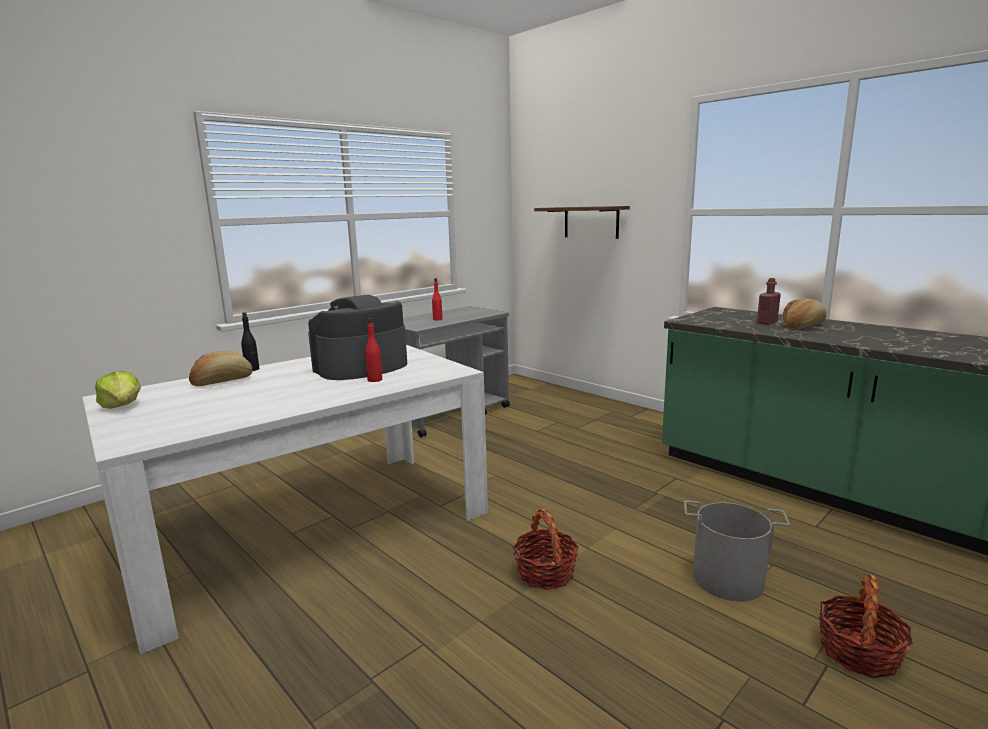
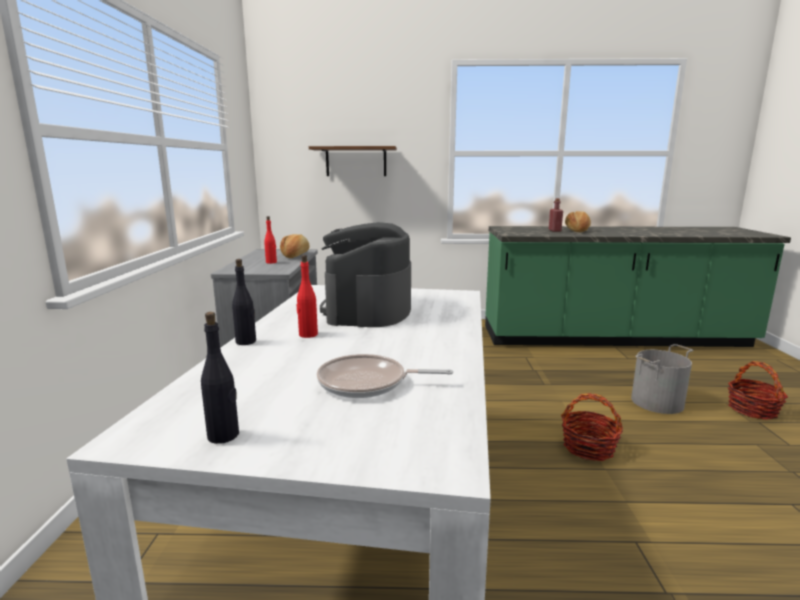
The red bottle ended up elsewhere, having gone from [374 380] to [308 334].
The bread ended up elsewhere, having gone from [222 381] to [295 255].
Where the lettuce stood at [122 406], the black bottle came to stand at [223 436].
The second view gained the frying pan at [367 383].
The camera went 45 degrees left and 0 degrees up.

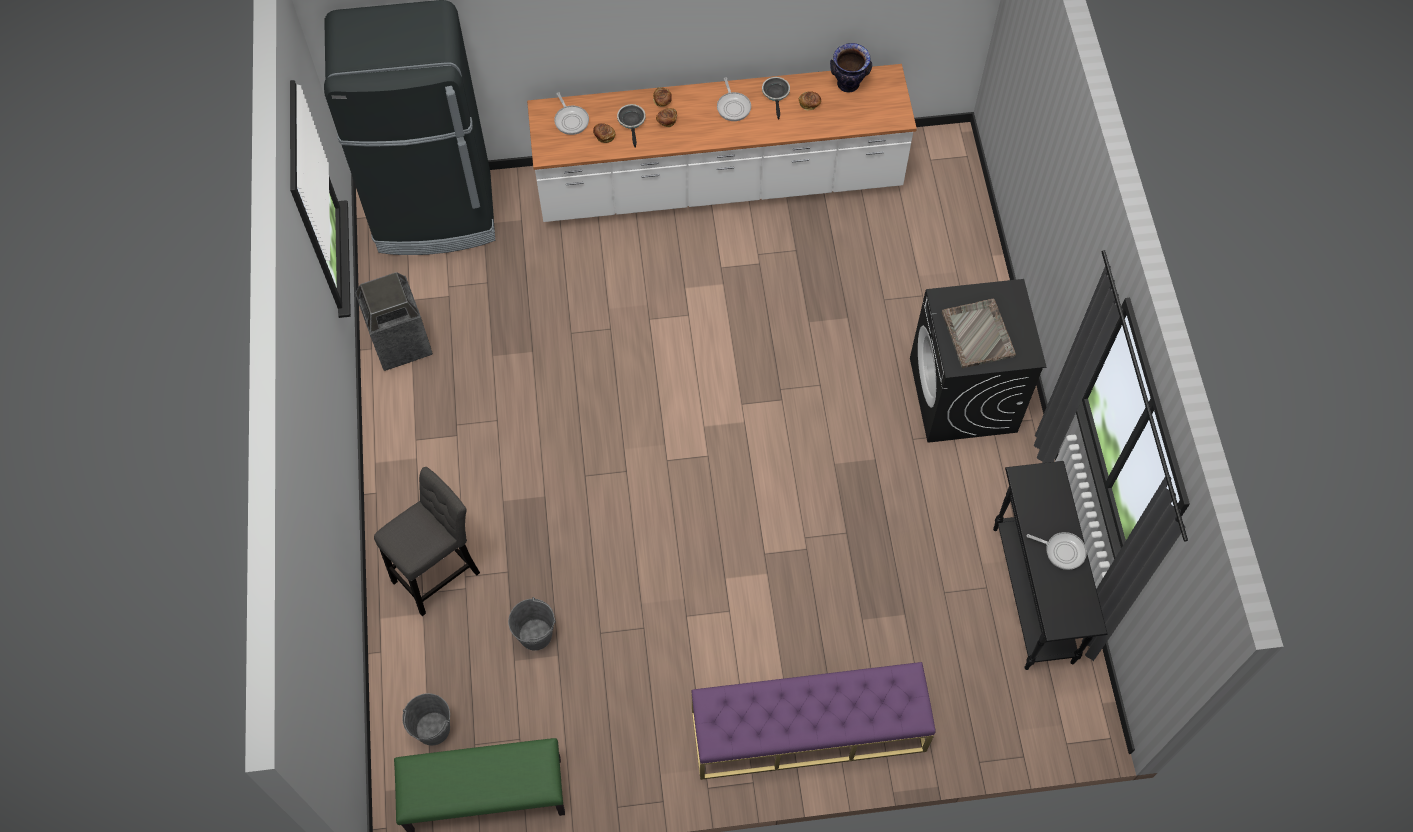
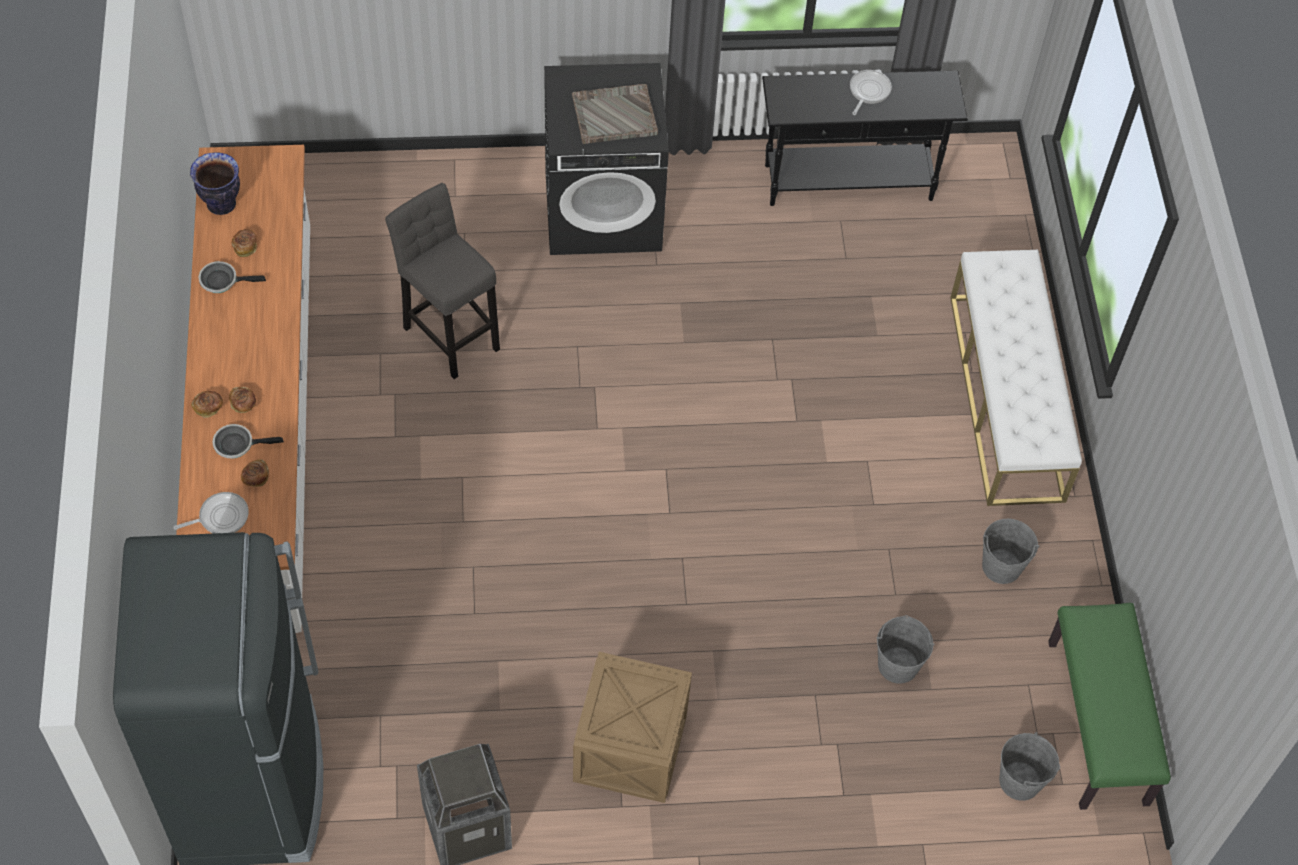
The second view lost the frying pan at [733 106].
The grey stool ended up elsewhere, having gone from [439 573] to [449 334].
What was the purple bench at [808 731] turned into the white bench at [1006 397].
The second view gained the grey bucket at [1001 566].
The second view gained the crate at [631 745].
The camera went 90 degrees left and 5 degrees down.

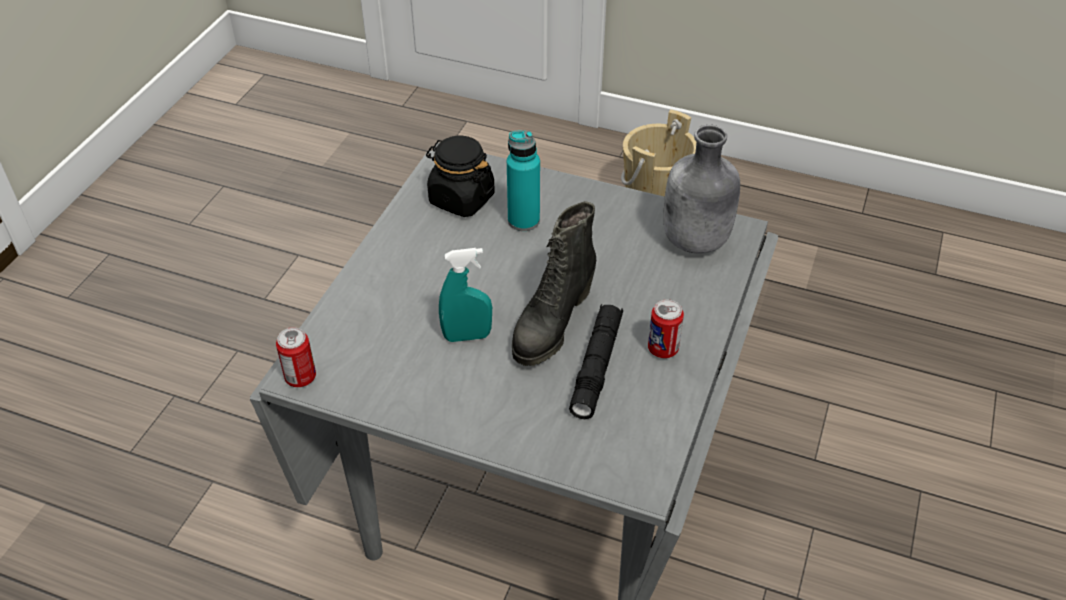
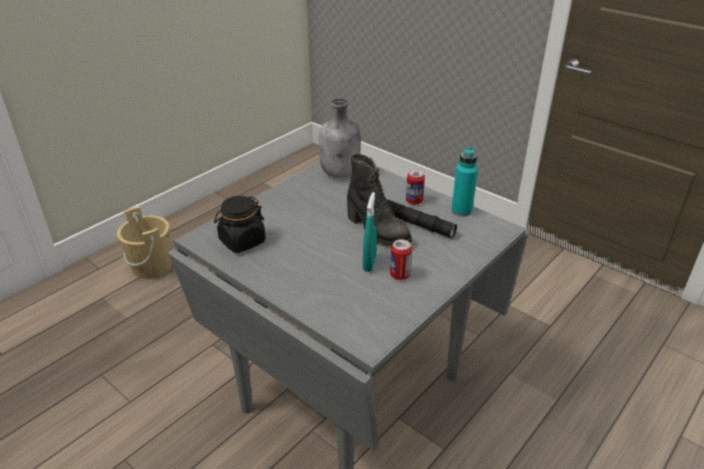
The turquoise bottle ended up elsewhere, having gone from [523 221] to [461 211].
The can ended up elsewhere, having gone from [300 377] to [400 275].
The camera went 70 degrees left and 10 degrees down.

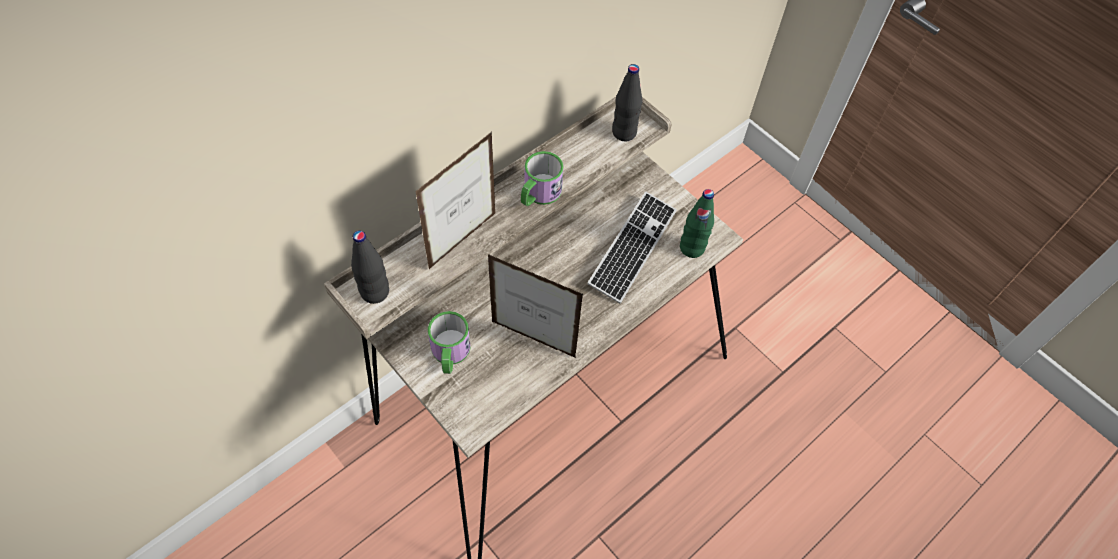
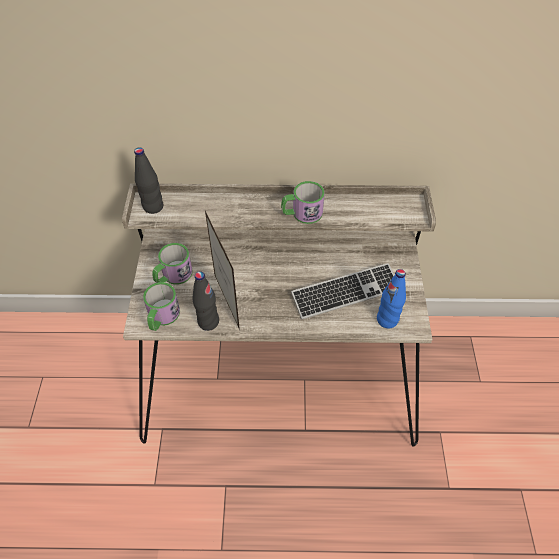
The black bottle ended up elsewhere, having gone from [624 132] to [208 322].
The second view lost the picture frame at [463 240].
What was the green bottle at [692 248] turned into the blue bottle at [387 320].
The second view gained the mug at [162 317].
The camera went 45 degrees right and 5 degrees down.

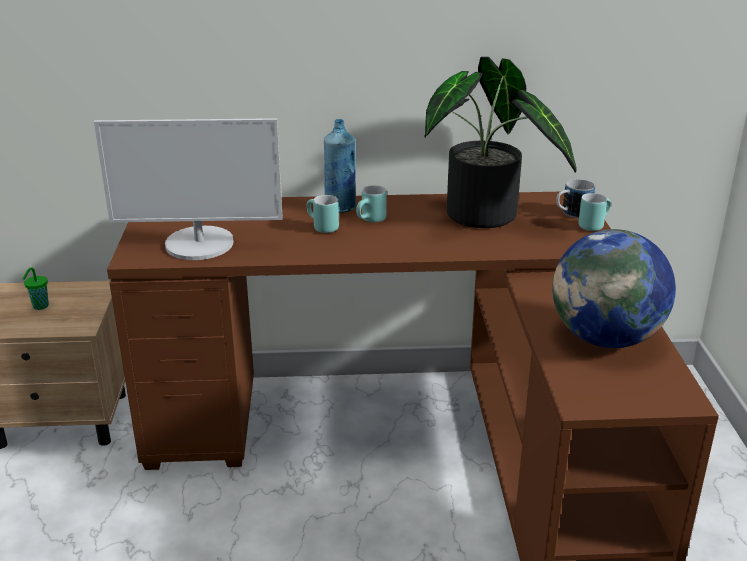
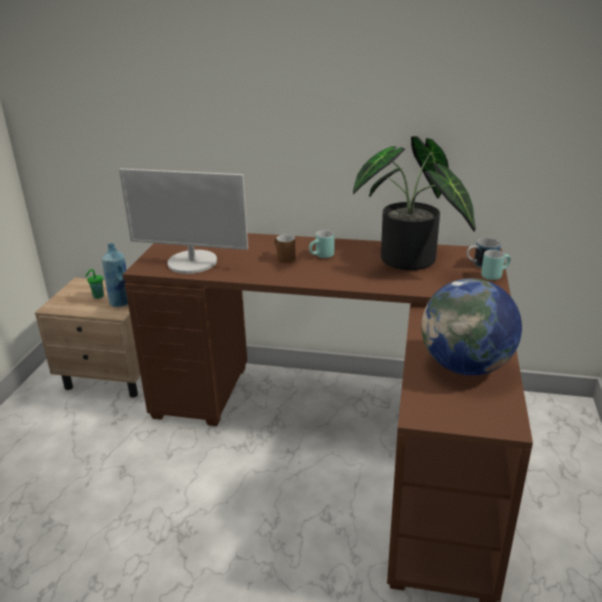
The blue bottle ended up elsewhere, having gone from [340 208] to [121 303].
What was the turquoise mug at [320 227] turned into the brown mug at [282 258].
The camera went 15 degrees right and 0 degrees up.

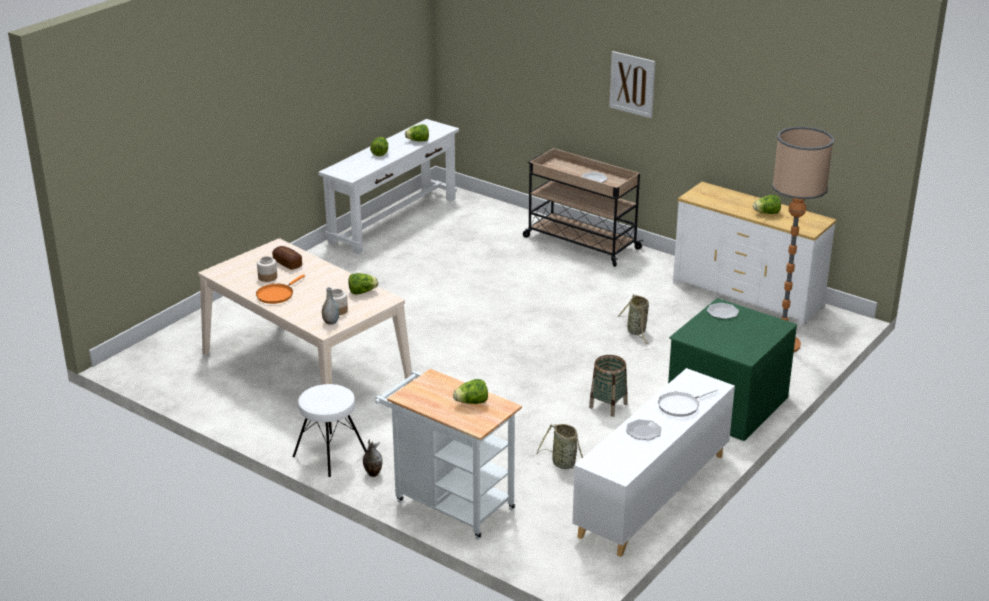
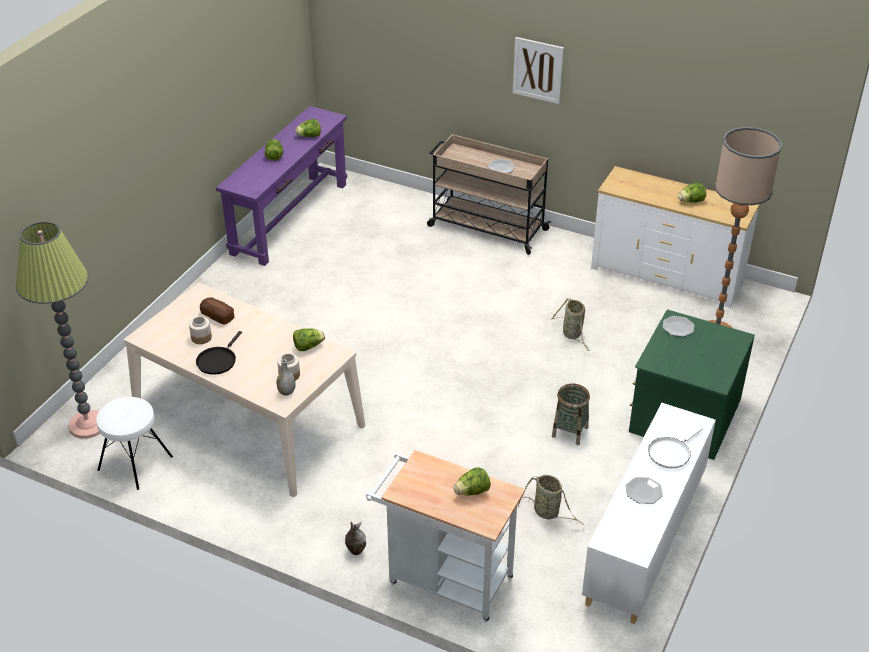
What was the white console table at [393 220] turned into the purple console table at [290 218].
What was the orange frying pan at [276 295] turned into the black frying pan at [217 361].
The white stool ended up elsewhere, having gone from [329 454] to [134 463].
The second view gained the floor lamp at [88 425].
The camera went 10 degrees left and 10 degrees up.

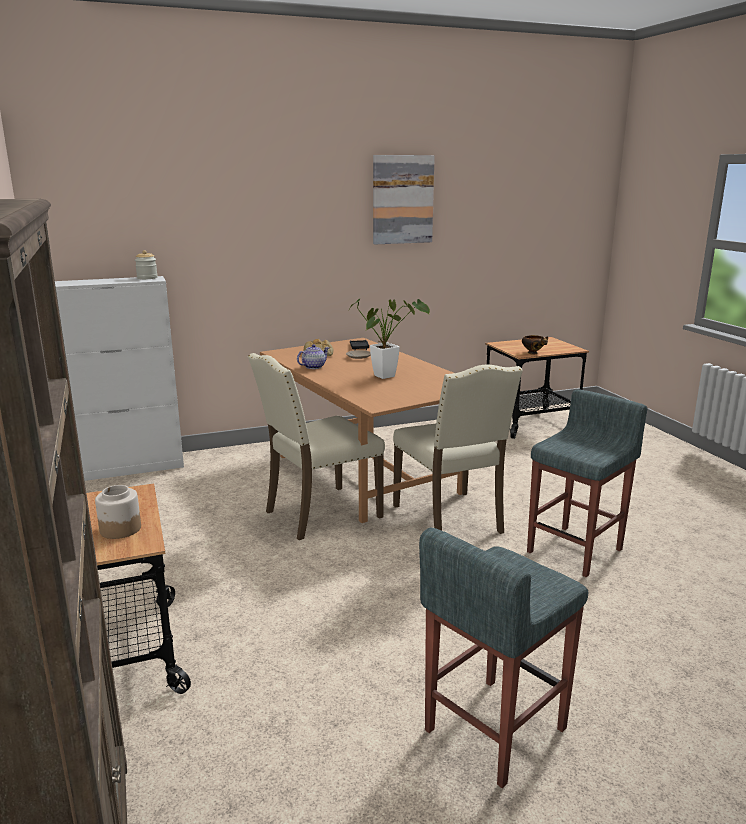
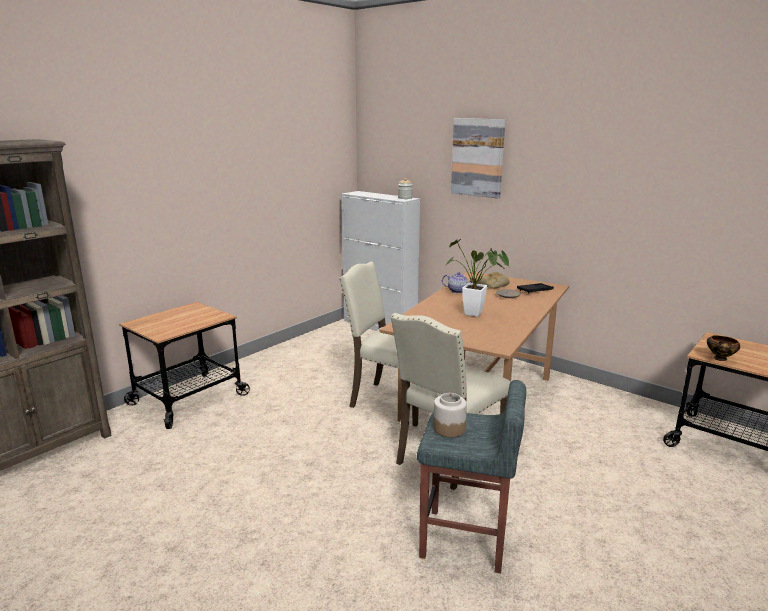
The picture ended up elsewhere, having gone from [402 199] to [478 157].
The jar ended up elsewhere, having gone from [120 529] to [449 428].
The second view lost the grey stool at [493 730].
The camera went 60 degrees right and 0 degrees up.

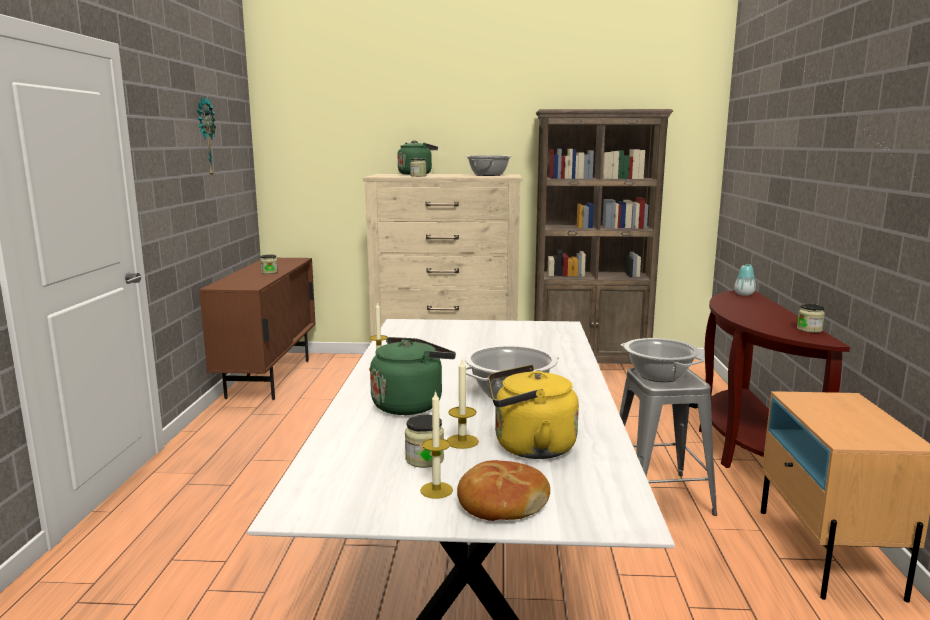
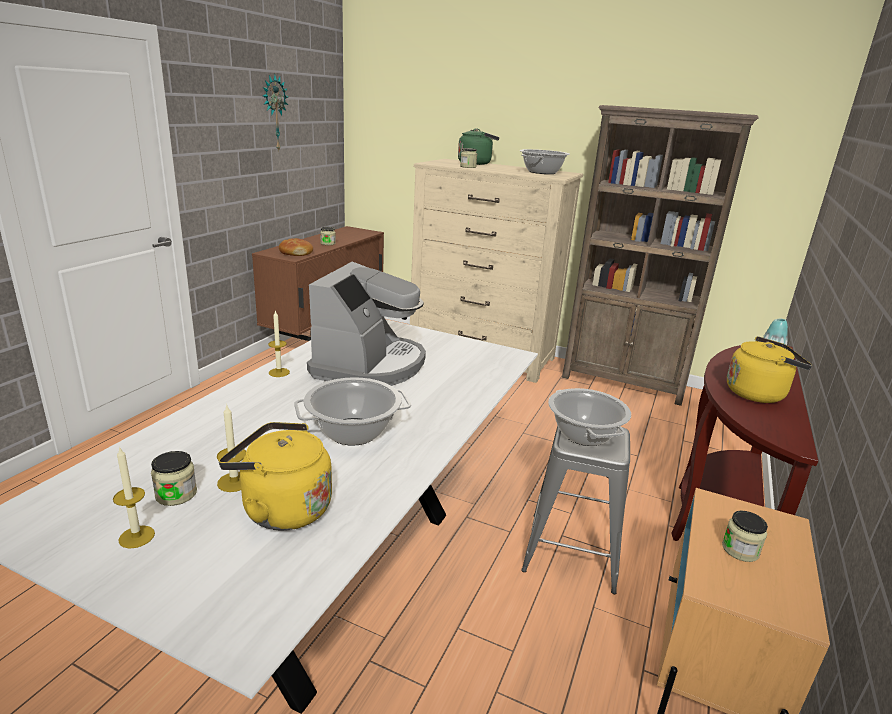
The jar ended up elsewhere, having gone from [809 329] to [740 550].
The second view lost the green kettle at [410 404].
The bread ended up elsewhere, having gone from [501 504] to [295 253].
The second view gained the coffee machine at [370 365].
The second view gained the yellow kettle at [758 393].
The camera went 20 degrees right and 10 degrees up.

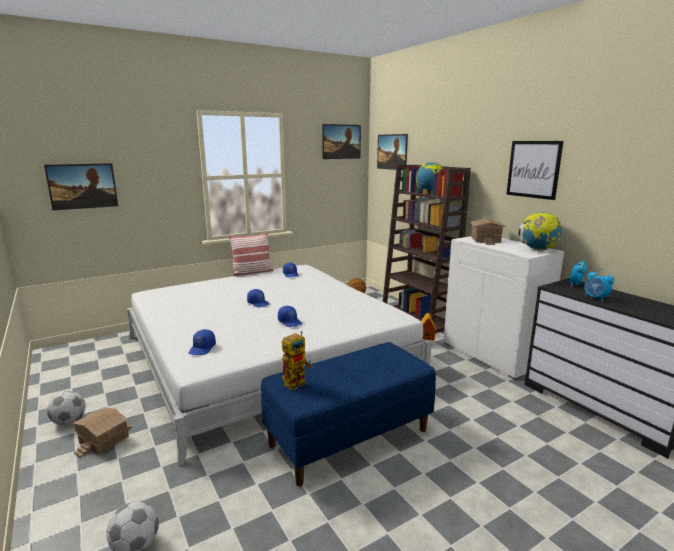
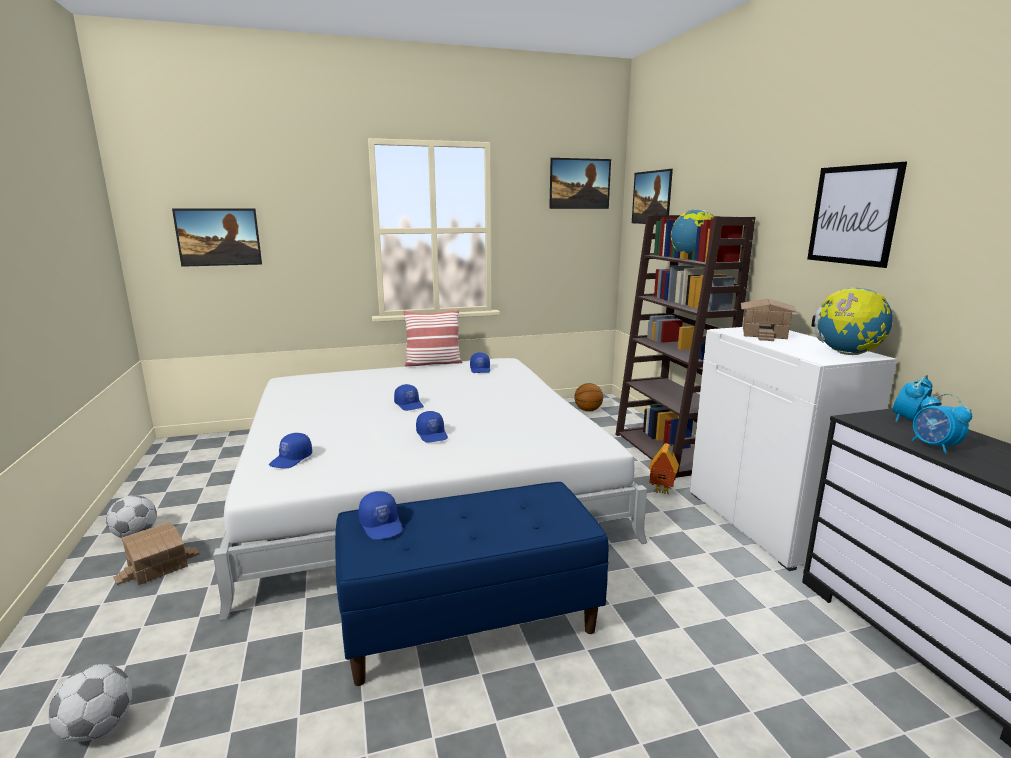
Where the toy robot stood at [297 382], the blue cap came to stand at [382 525].
The camera went 15 degrees right and 0 degrees up.

